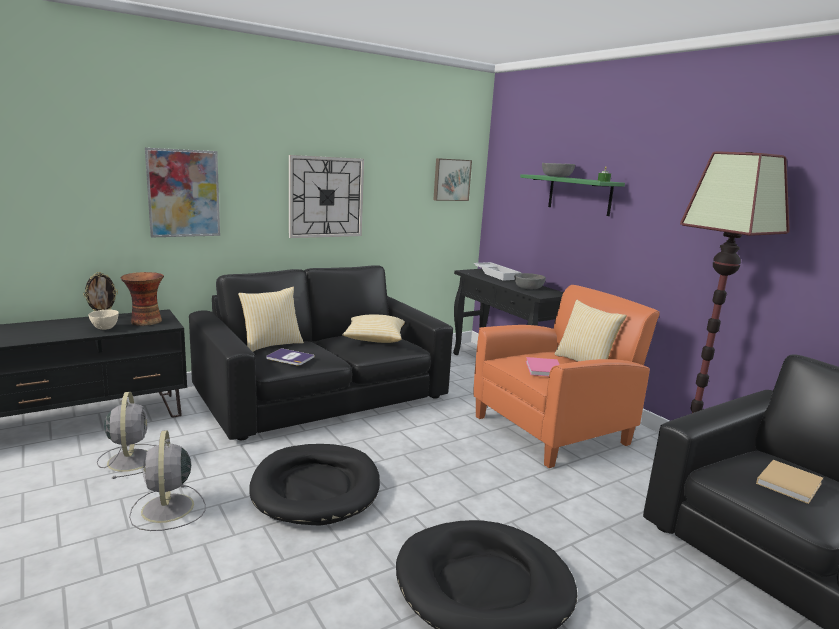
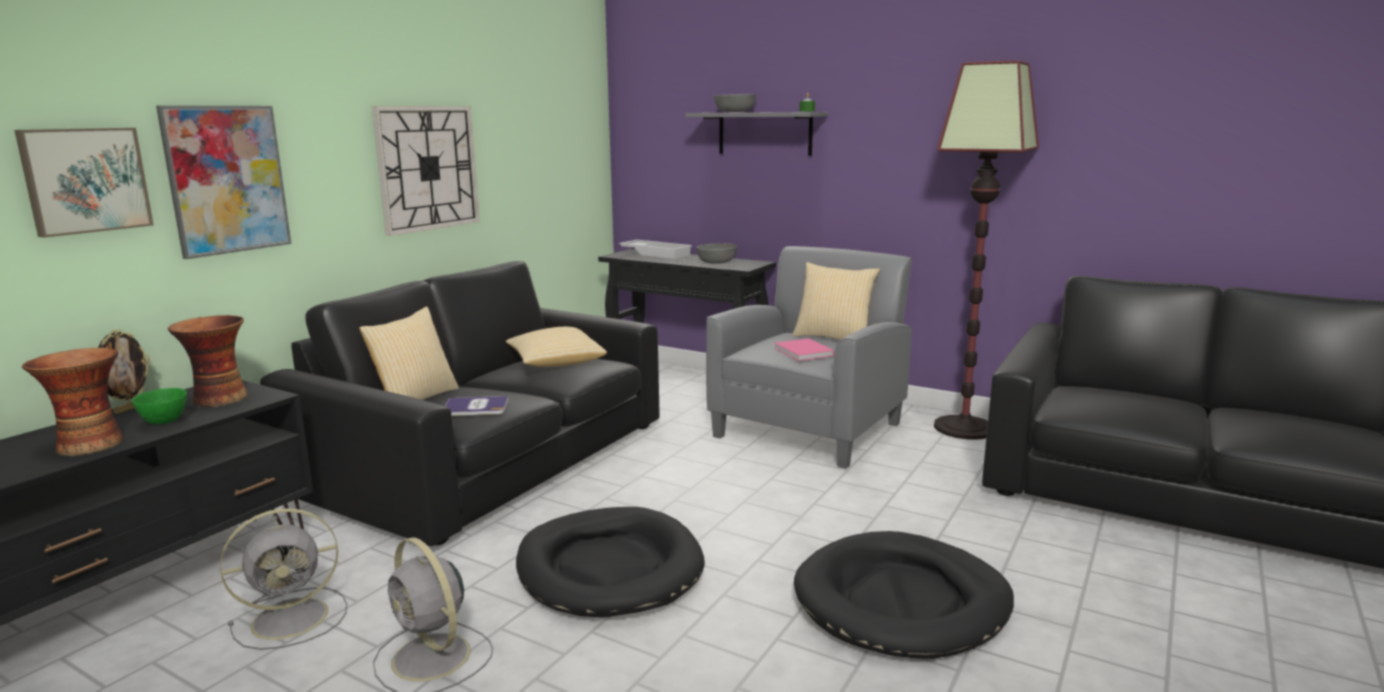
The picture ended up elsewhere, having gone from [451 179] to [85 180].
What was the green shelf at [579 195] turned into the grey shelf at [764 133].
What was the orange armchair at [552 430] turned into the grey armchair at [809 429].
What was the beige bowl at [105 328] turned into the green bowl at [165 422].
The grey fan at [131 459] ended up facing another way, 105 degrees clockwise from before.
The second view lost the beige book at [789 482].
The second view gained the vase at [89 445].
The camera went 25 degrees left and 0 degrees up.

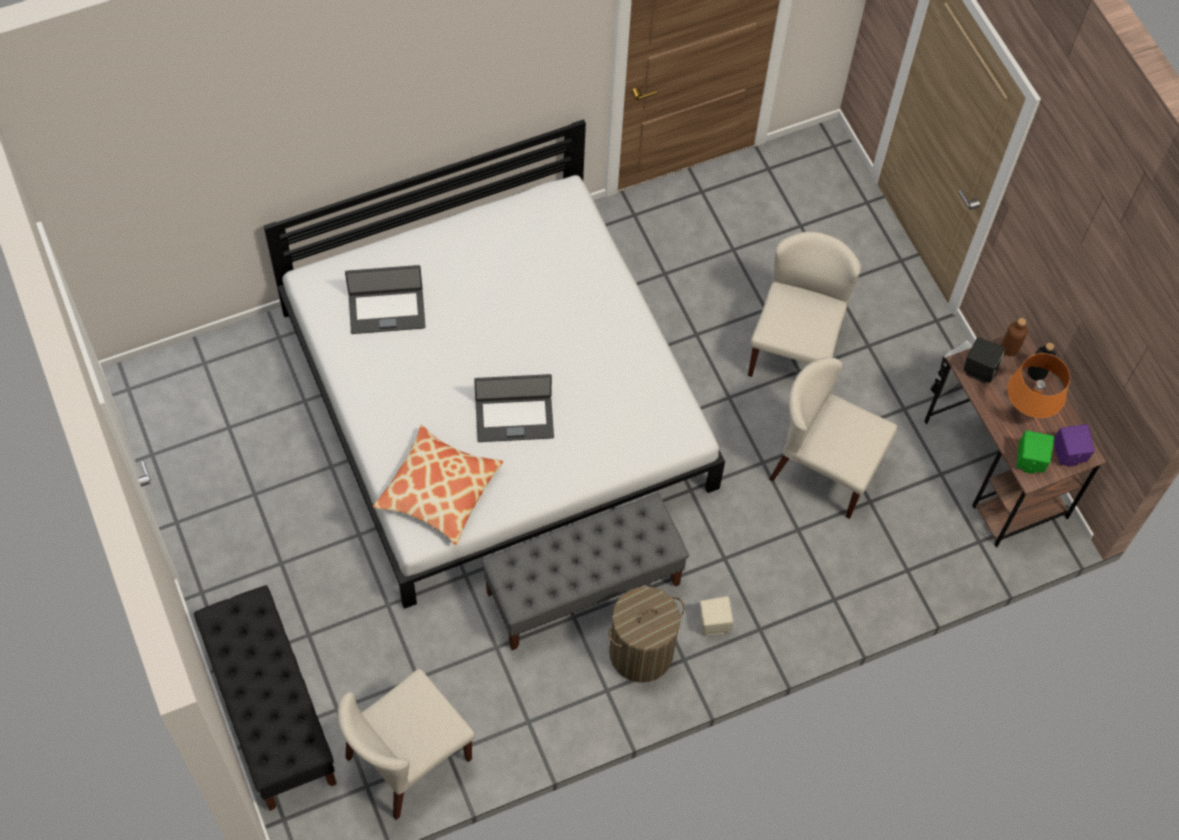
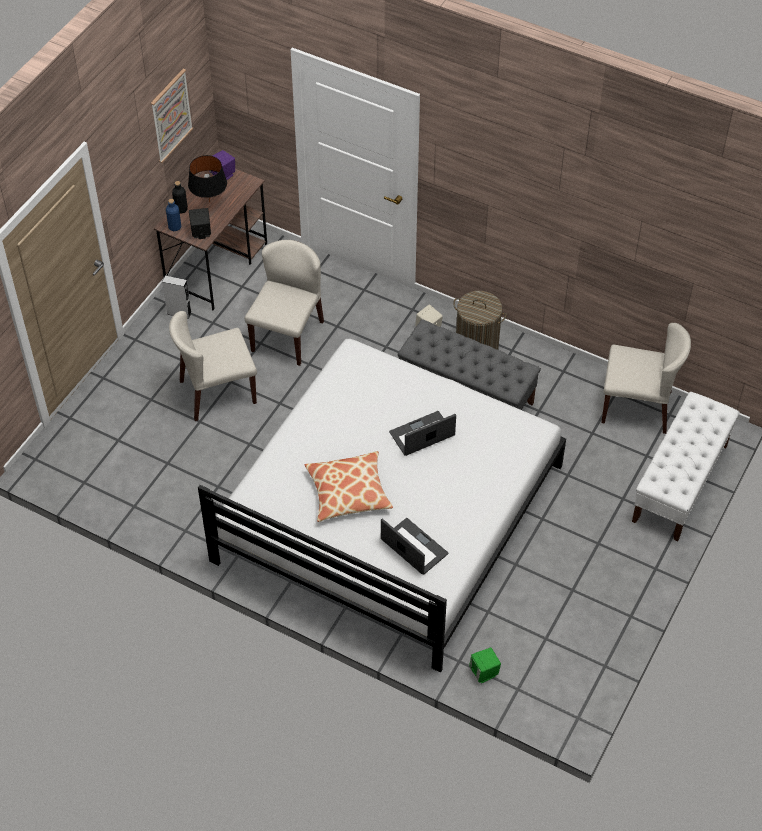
What was the brown bottle at [1009 349] turned into the blue bottle at [175 227].
What was the orange table lamp at [1028 410] turned into the black table lamp at [209 202].
The beige chair at [824 469] ended up facing another way, 150 degrees counterclockwise from before.
The laptop at [514 418] ended up facing another way, 75 degrees counterclockwise from before.
The pillow ended up elsewhere, having gone from [439 490] to [348 492].
The green speaker ended up elsewhere, having gone from [1029 461] to [484 672].
What was the black bench at [271 711] turned into the white bench at [680 483].
The second view gained the picture at [171 115].
The camera went 125 degrees left and 10 degrees down.

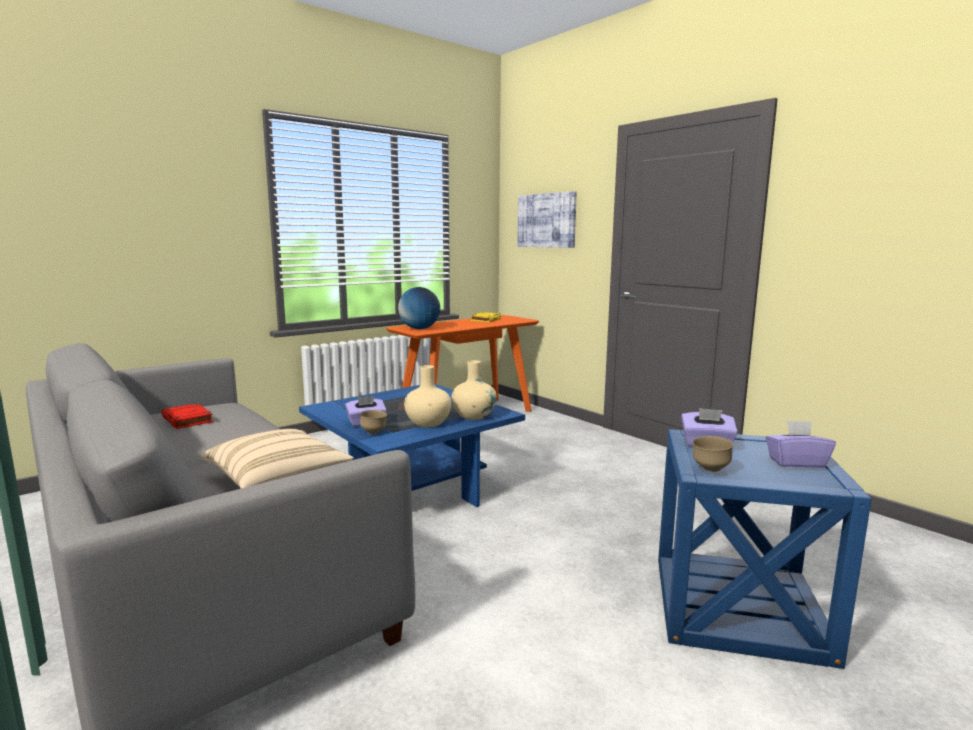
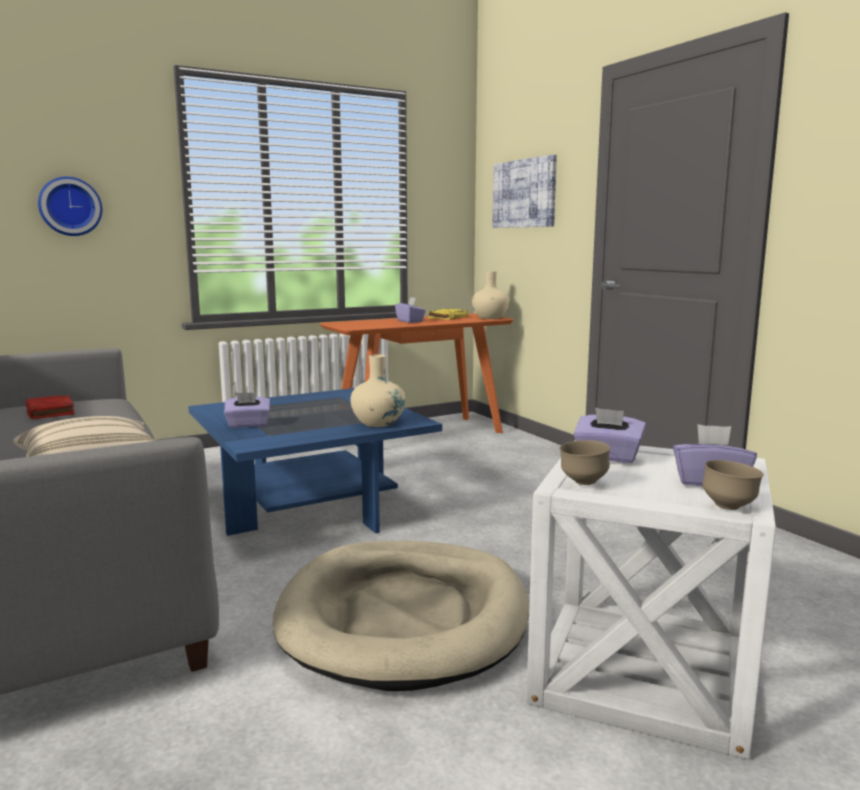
The second view lost the globe at [419 328].
The beige vase ended up elsewhere, having gone from [428 423] to [490 318].
The brown bowl ended up elsewhere, having gone from [374 433] to [729 507].
What was the blue side table at [738 607] turned into the white side table at [643 672].
The second view gained the wall clock at [70 206].
The second view gained the purple tissue box at [410 321].
The second view gained the beige dog bed at [404 617].
The camera went 10 degrees right and 0 degrees up.

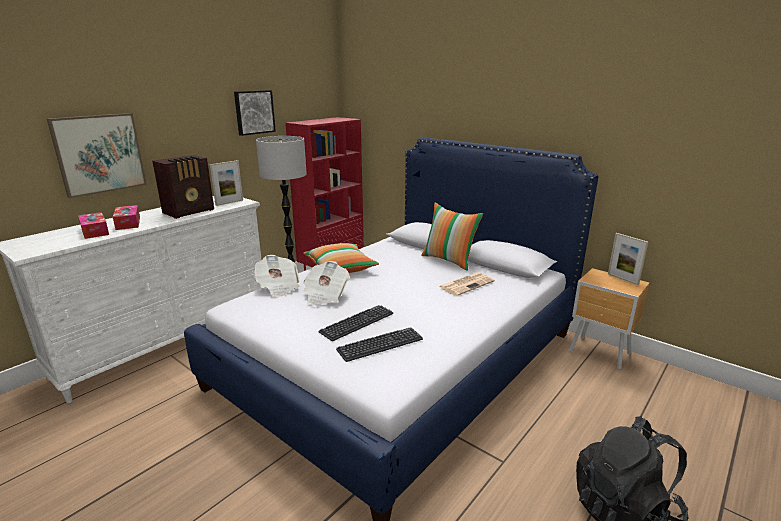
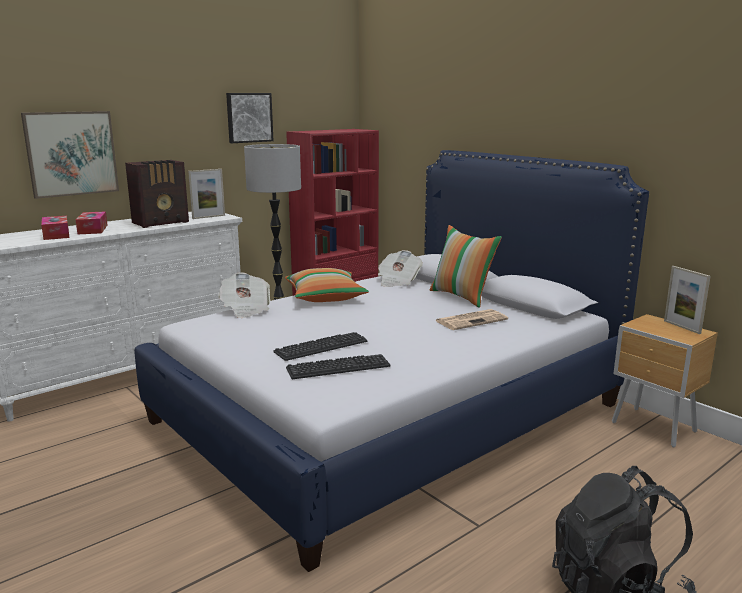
The newspaper ended up elsewhere, having gone from [325 295] to [398 281].
The camera went 10 degrees right and 5 degrees down.

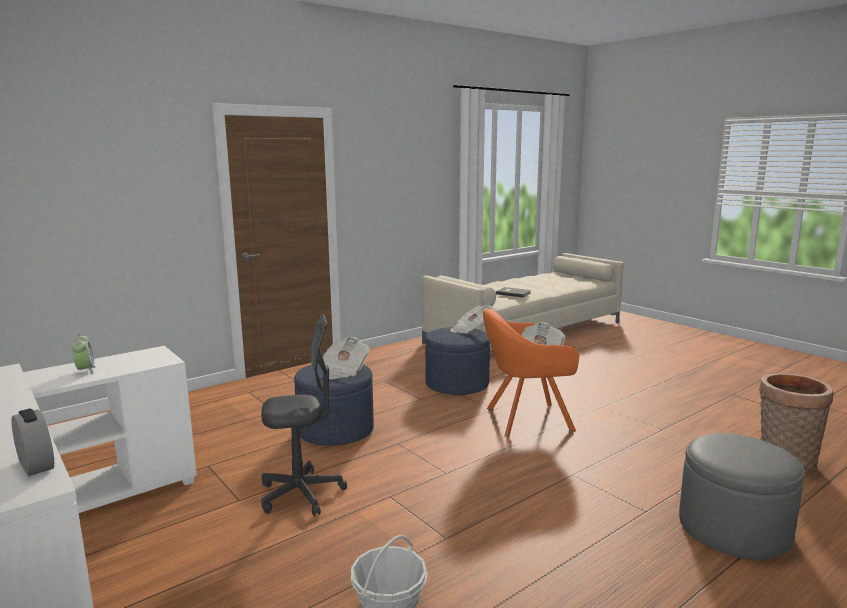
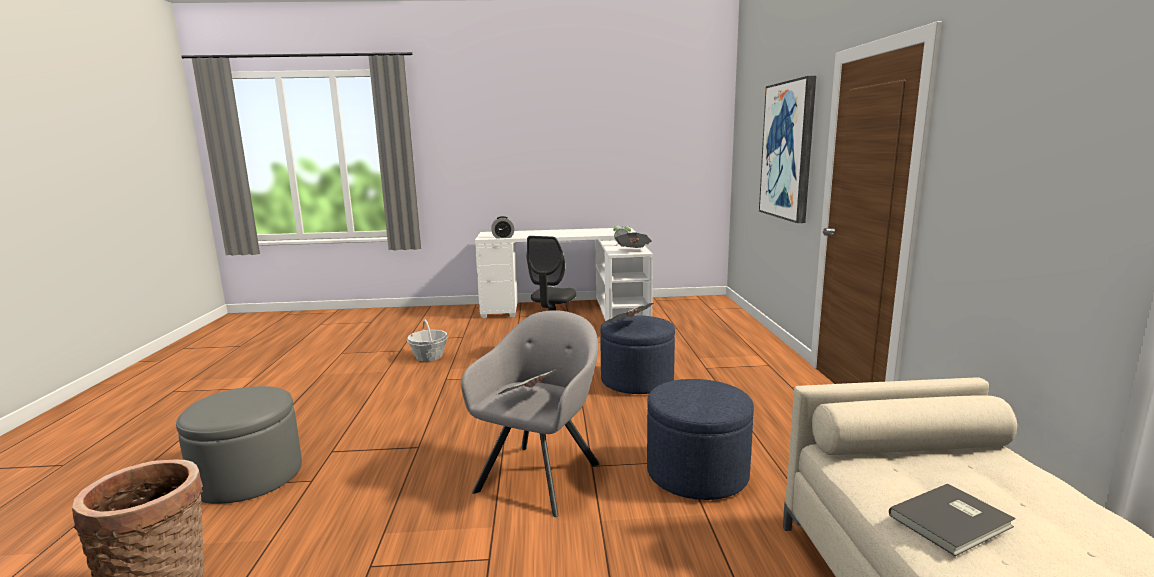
The newspaper ended up elsewhere, having gone from [471 330] to [633 251].
What was the orange armchair at [524 419] turned into the grey armchair at [541 474].
The second view gained the picture at [788 150].
The camera went 125 degrees right and 0 degrees up.

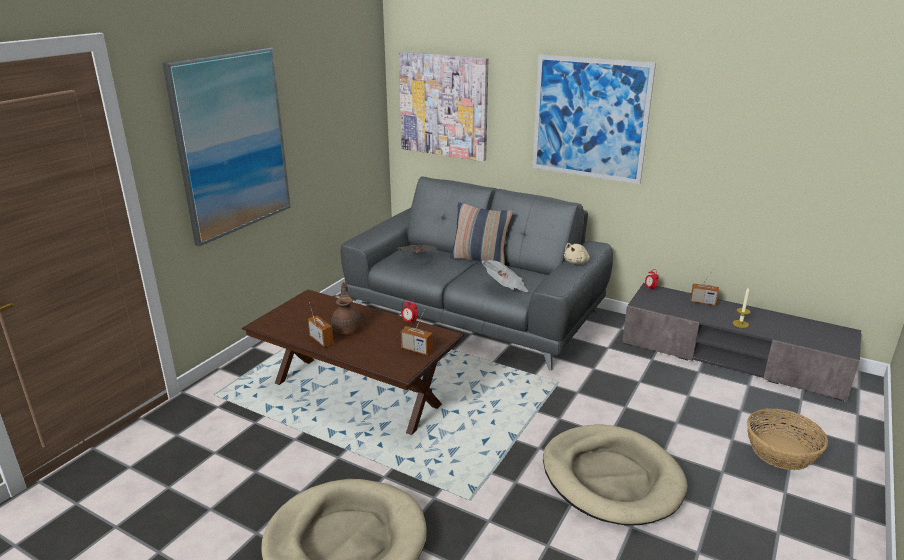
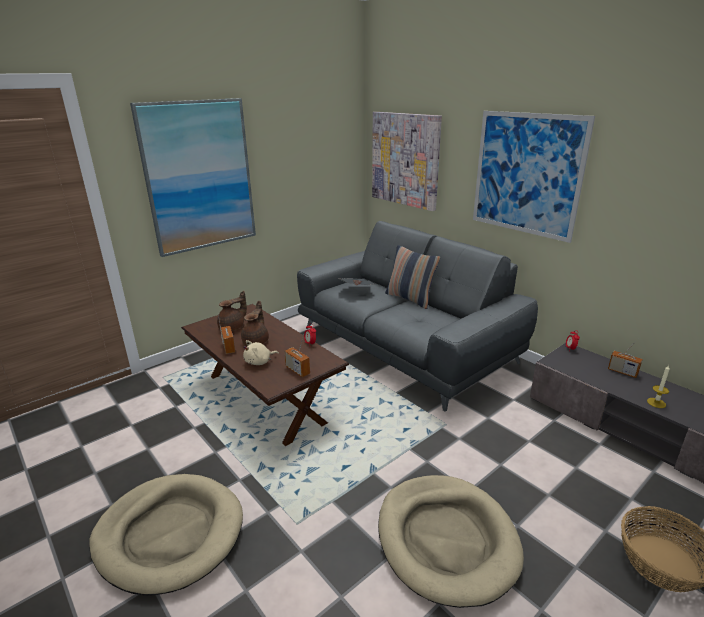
The beige plush toy ended up elsewhere, having gone from [576 262] to [259 362].
The second view lost the newspaper at [505 287].
The second view gained the brown teapot at [233 327].
The camera went 20 degrees right and 0 degrees up.

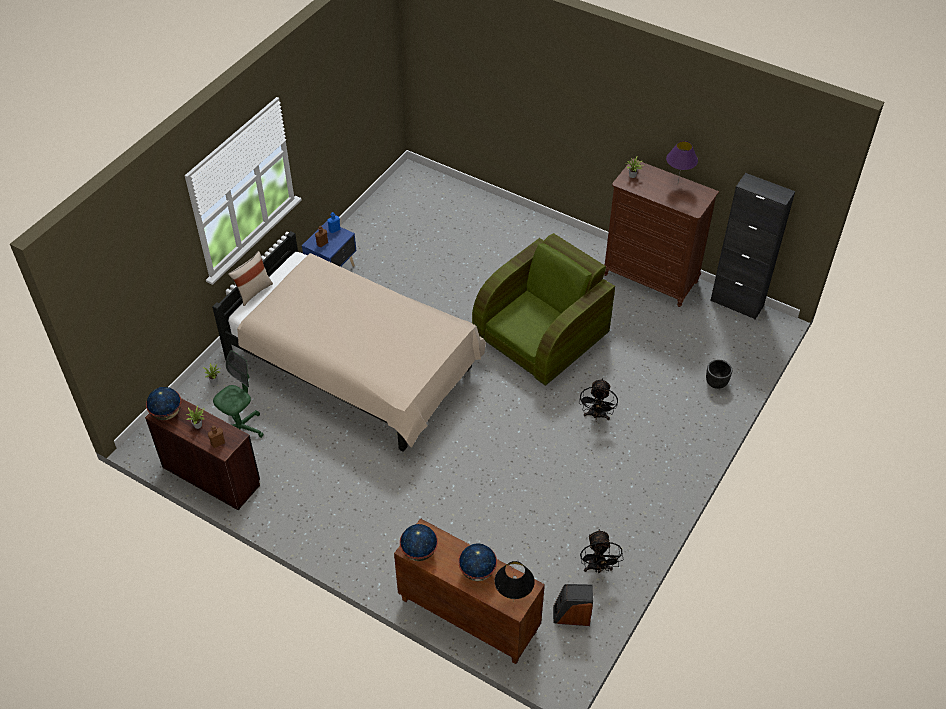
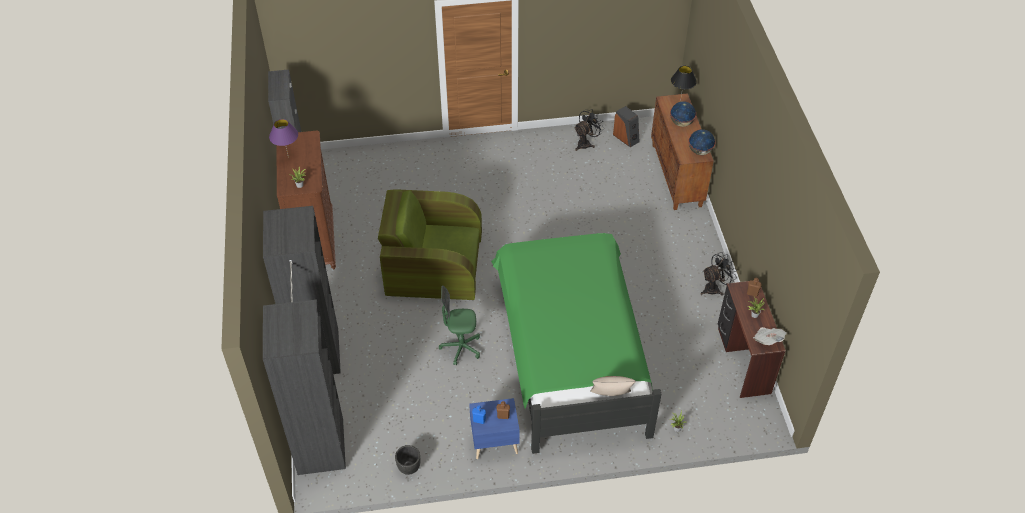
What was the beige bed at [355 367] turned into the green bed at [571 351].
The green office chair ended up elsewhere, having gone from [241 429] to [461 348].
The black planter ended up elsewhere, having gone from [716 383] to [409 467].
The black fan ended up elsewhere, having gone from [596 415] to [714 288].
Where the globe stood at [167 413], the newspaper came to stand at [767 340].
The second view gained the black wardrobe at [318 397].
The camera went 130 degrees left and 0 degrees up.

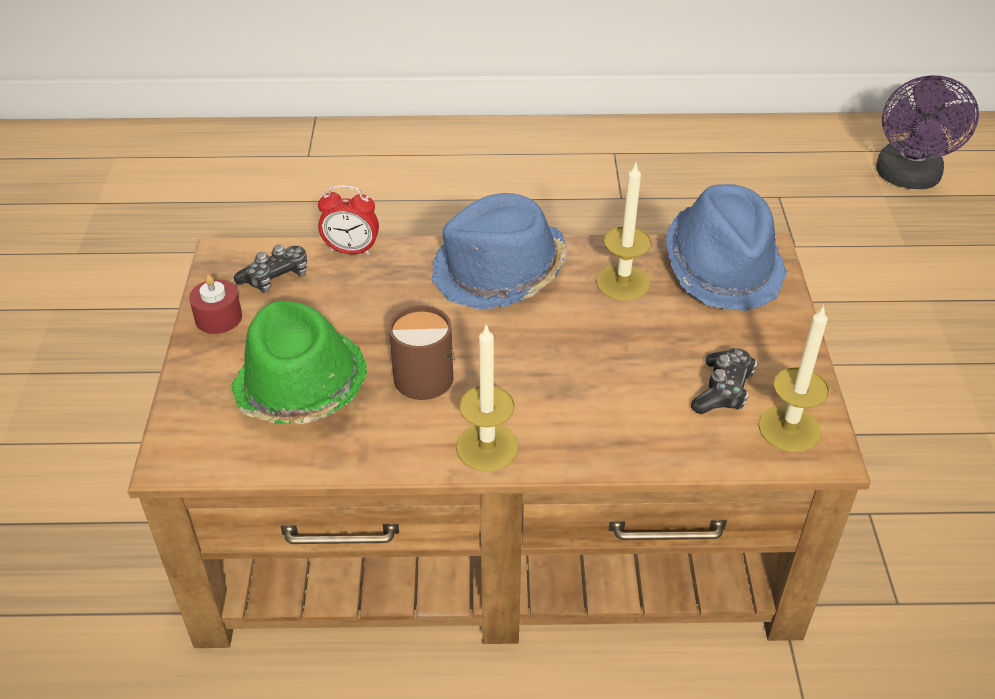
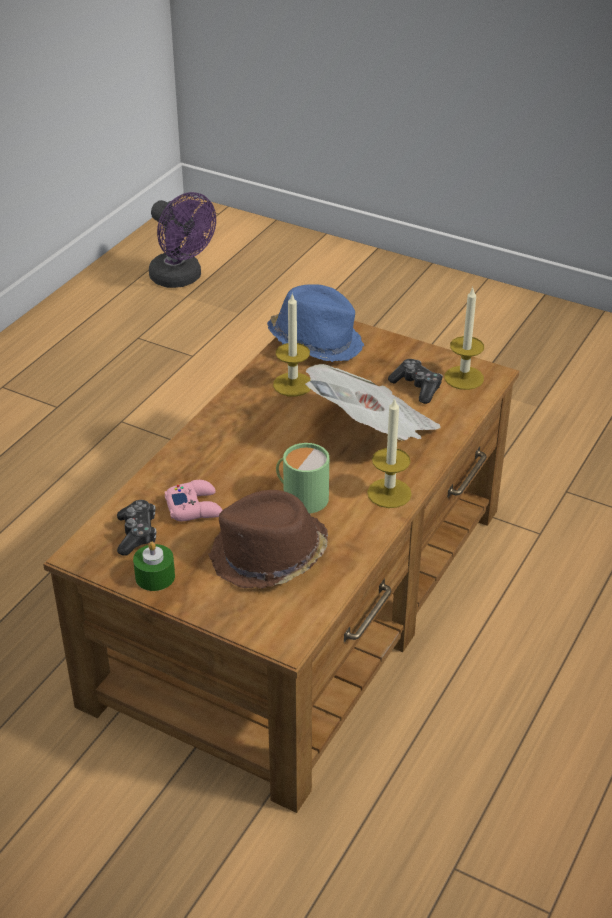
The second view lost the alarm clock at [351 249].
The second view lost the blue hat at [499 273].
What was the red candle at [218 317] turned into the green candle at [155 576].
What was the green hat at [300 388] turned into the brown hat at [268 557].
What was the brown mug at [424 372] turned into the green mug at [301 496].
The second view gained the newspaper at [372 432].
The second view gained the pink game controller at [194 507].
The camera went 60 degrees left and 5 degrees down.

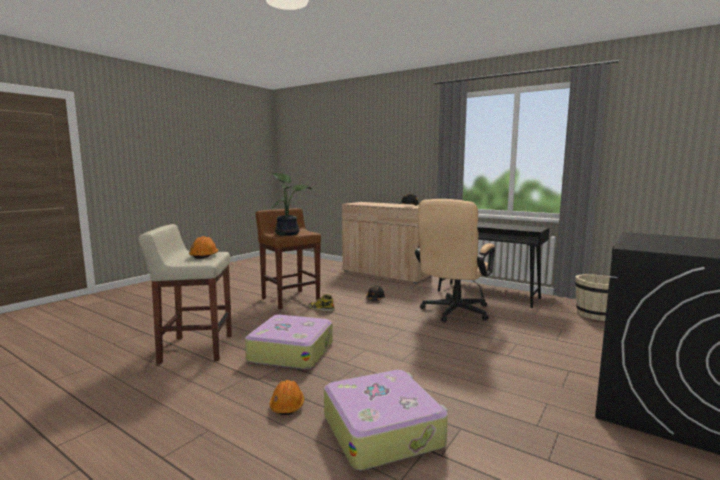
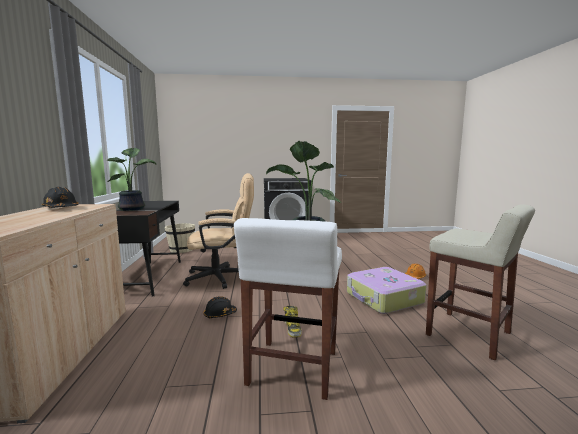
What was the brown stool at [290 299] turned into the white stool at [292 369].
The second view lost the orange hard hat at [204 256].
The second view lost the suitcase at [383 430].
The second view gained the potted plant at [133 209].
The camera went 130 degrees left and 0 degrees up.

